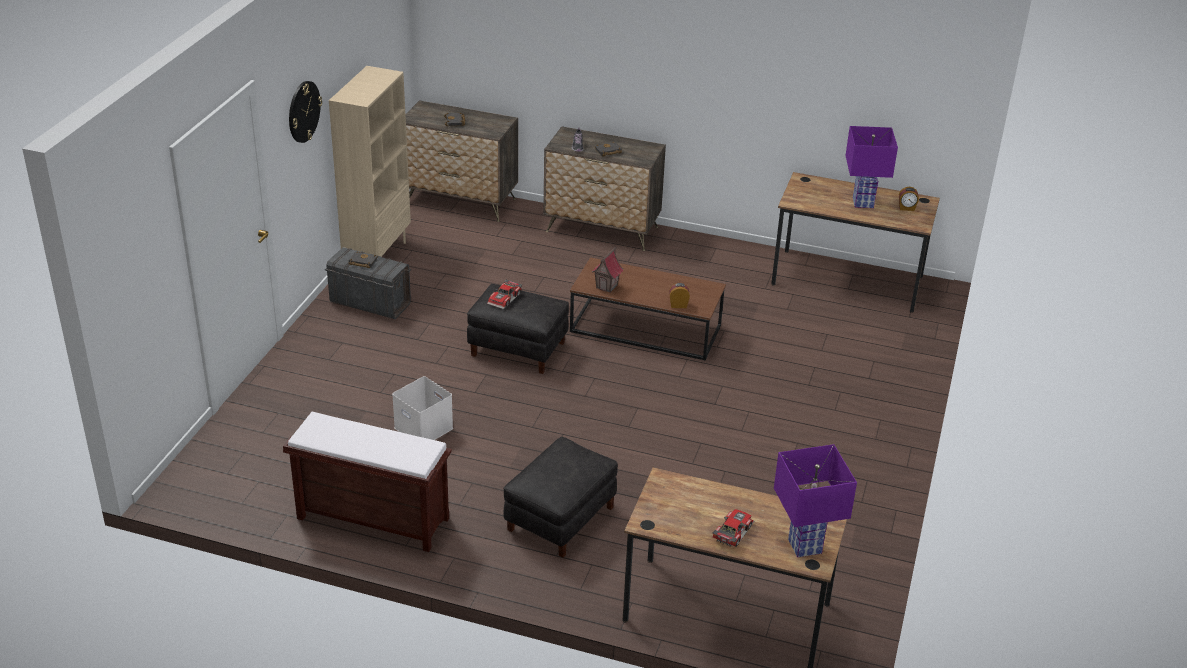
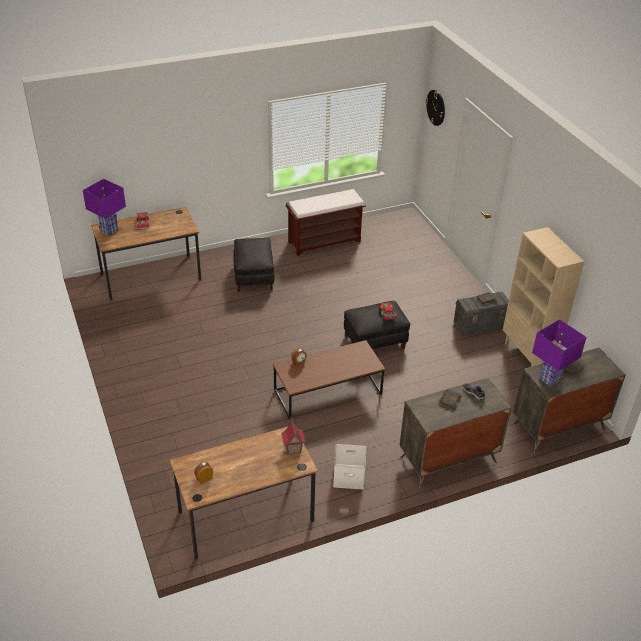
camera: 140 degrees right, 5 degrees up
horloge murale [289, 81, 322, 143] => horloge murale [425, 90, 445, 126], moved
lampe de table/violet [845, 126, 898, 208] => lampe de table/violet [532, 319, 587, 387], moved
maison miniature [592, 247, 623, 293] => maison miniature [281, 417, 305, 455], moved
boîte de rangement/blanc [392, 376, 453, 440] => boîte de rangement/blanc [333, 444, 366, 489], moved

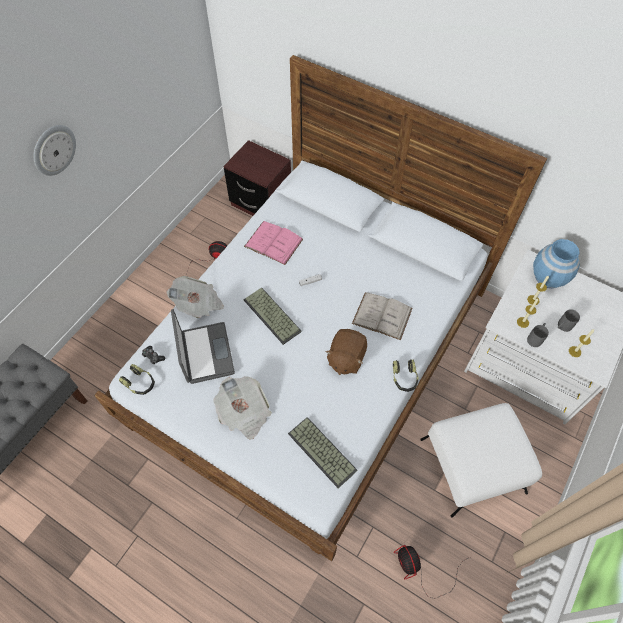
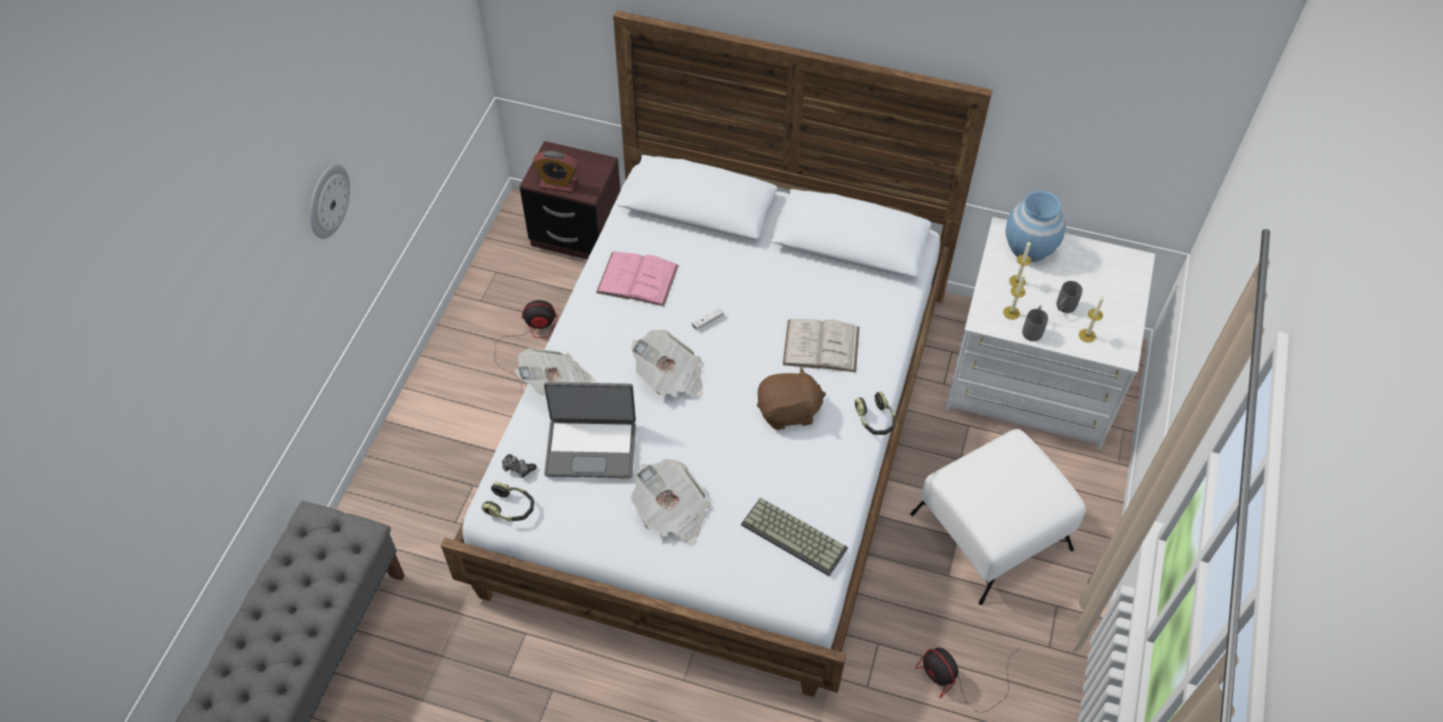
camera: 15 degrees left, 5 degrees down
clavier [244, 288, 302, 345] => journal [631, 330, 703, 397]
ordinateur portable [171, 309, 235, 384] => ordinateur portable [544, 382, 636, 478], 120 degrees clockwise
peluche/marron [326, 329, 367, 375] => peluche/marron [757, 365, 826, 430], 105 degrees counterclockwise
nothing => réveil [532, 151, 578, 193]

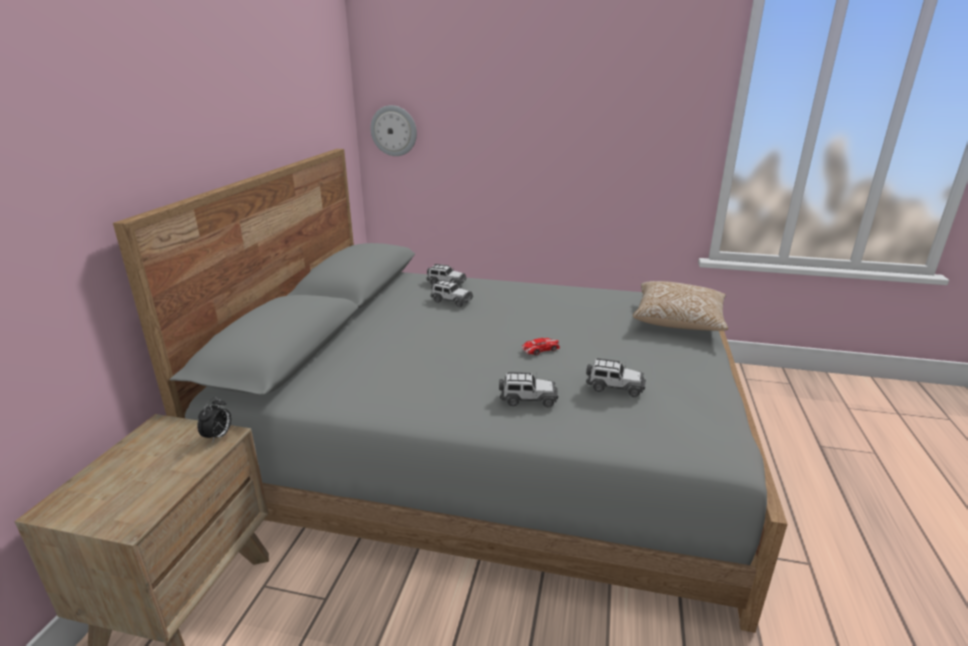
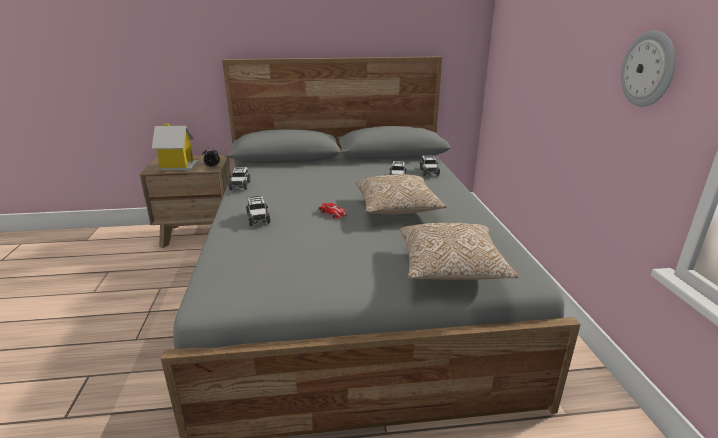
camera: 70 degrees right, 0 degrees up
horloge murale [370, 105, 417, 156] => horloge murale [621, 30, 676, 107], moved
petite voiture [586, 358, 646, 397] => petite voiture [228, 167, 250, 190], moved
nothing => maison miniature [152, 124, 199, 171]
nothing => coussin [356, 174, 447, 214]

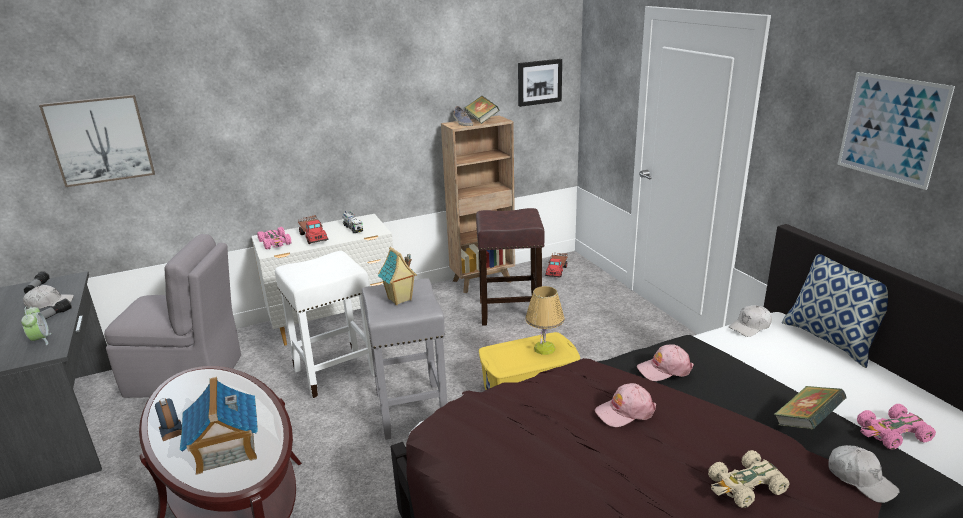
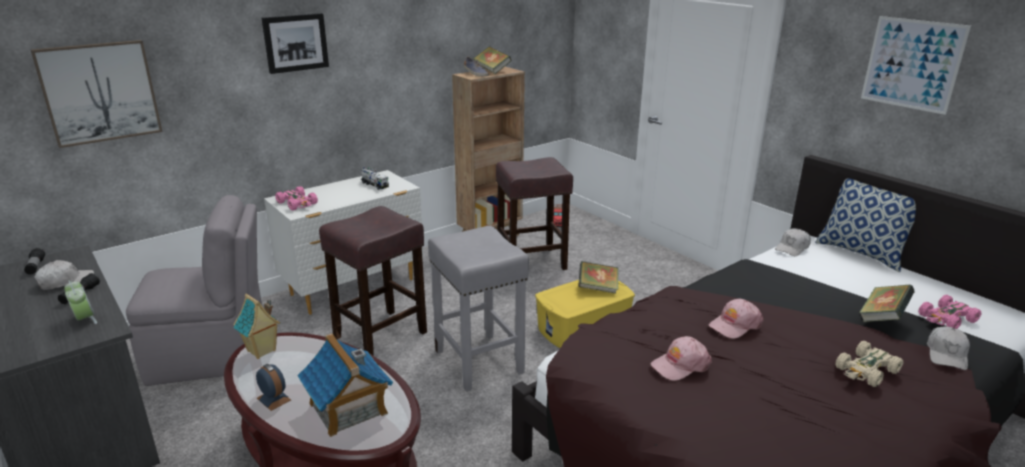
camera: 15 degrees left, 0 degrees up
tableau [518, 59, 562, 107] => tableau [262, 13, 329, 74], moved
camion jouet [298, 215, 329, 244] => nothing
maison miniature [378, 247, 417, 305] => maison miniature [233, 294, 280, 359], moved
tabouret/blanc [275, 251, 375, 398] => tabouret/marron [319, 206, 427, 356]
lampe de table [526, 286, 565, 355] => livre [578, 261, 618, 294]
casquette/rose [637, 344, 694, 381] => casquette/rose [650, 336, 711, 381], moved
casquette/blanc [829, 445, 899, 503] => casquette/blanc [927, 327, 970, 370], 75 degrees clockwise

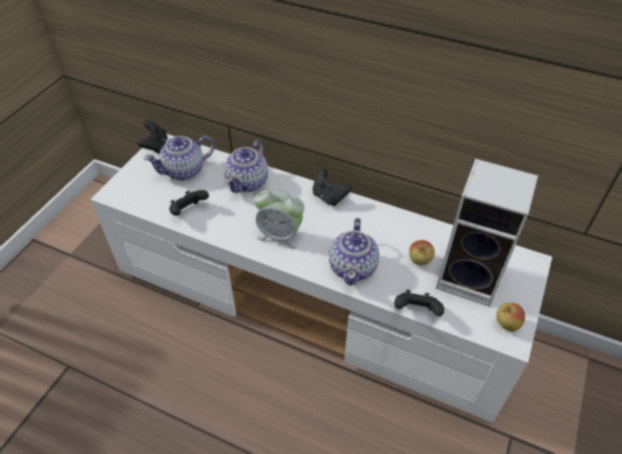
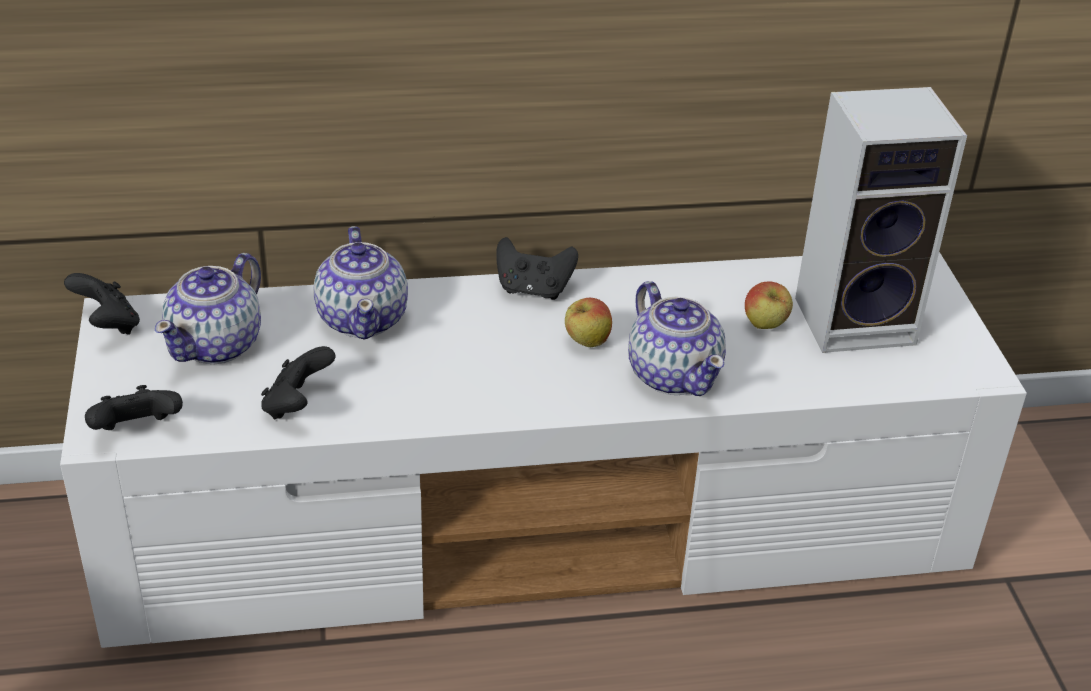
camera: 35 degrees left, 10 degrees down
réveil [254, 188, 304, 249] => nothing
manette/noir [394, 290, 444, 316] => manette/noir [85, 385, 183, 430], moved
pomme [496, 303, 525, 332] => pomme [565, 298, 612, 347], moved

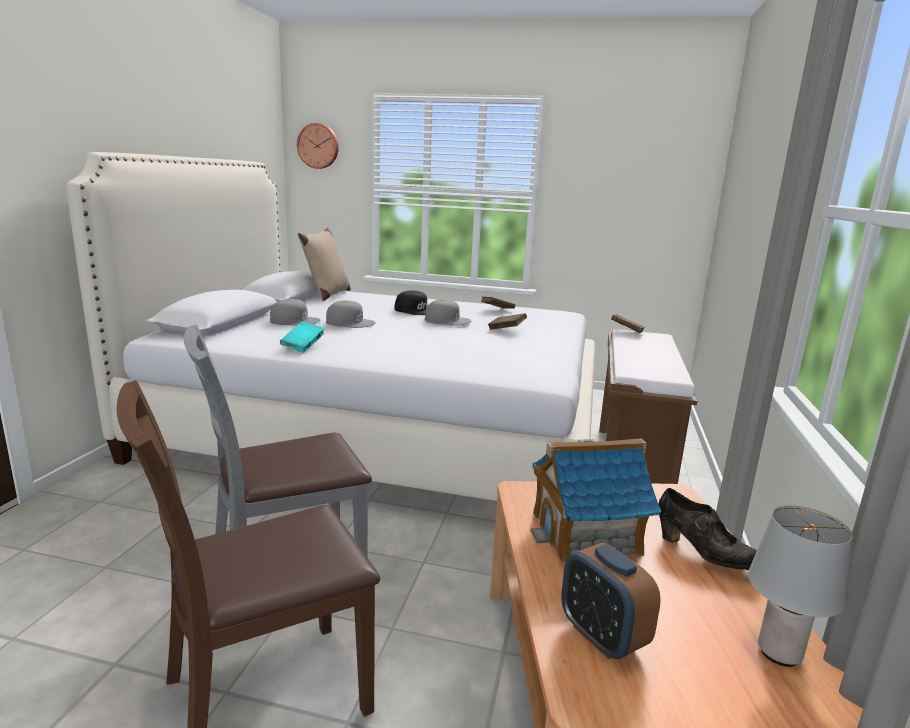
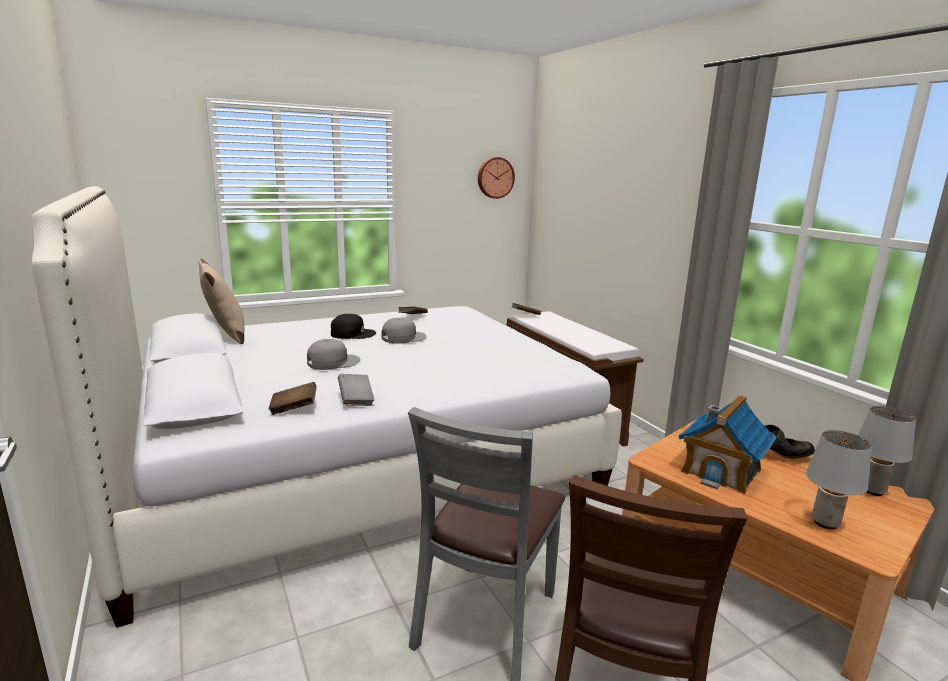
camera: 40 degrees left, 0 degrees up
horloge murale [297, 123, 339, 169] => horloge murale [478, 157, 515, 199], moved
casquette/gris [270, 299, 321, 326] => nothing
livre/marron [488, 313, 527, 330] => livre/marron [269, 382, 317, 415], moved
livre/turquoise [280, 321, 325, 352] => livre/gris [338, 374, 375, 406]
réveil [561, 543, 661, 659] => lampe de table/gris [806, 430, 872, 529]

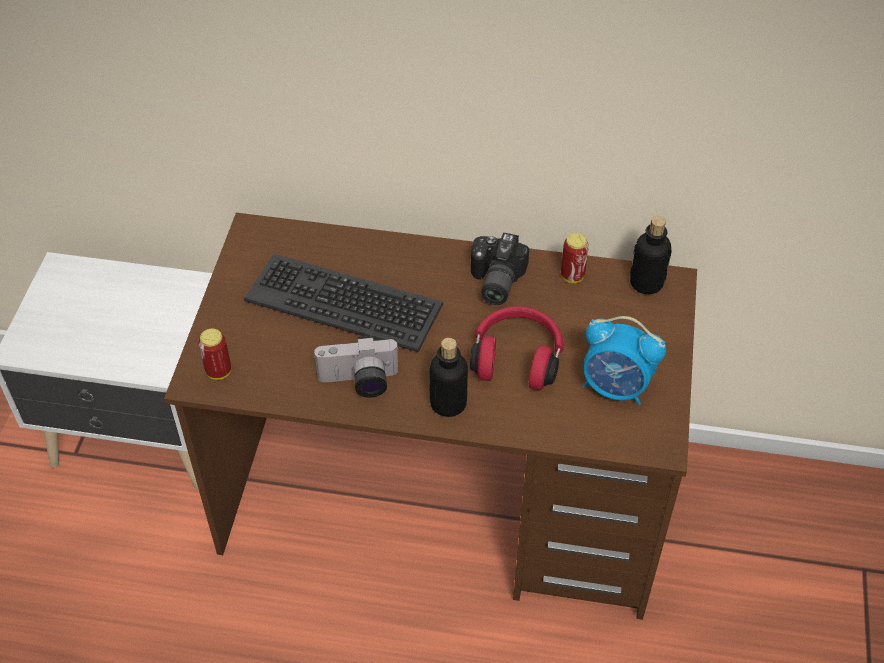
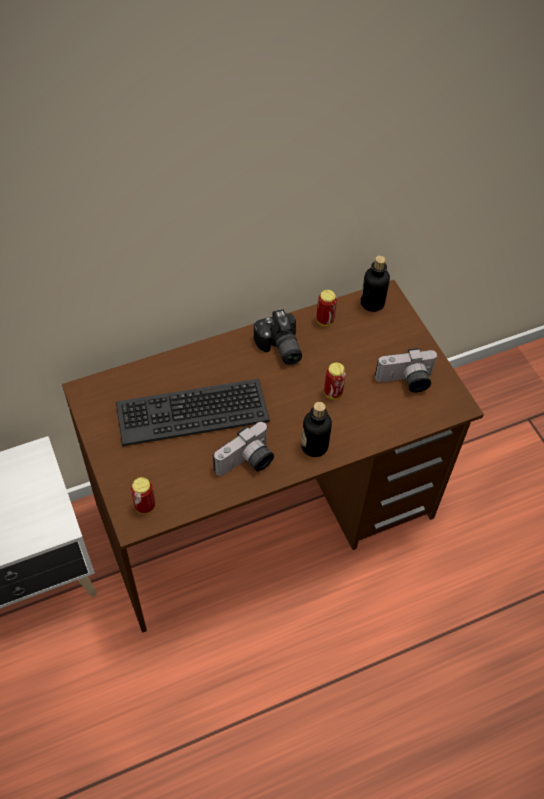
camera: 35 degrees left, 5 degrees up
casque audio/rouge [470, 306, 564, 390] => boîte métallique [324, 363, 346, 399]
réveil [582, 316, 666, 405] => appareil photo [375, 348, 438, 392]

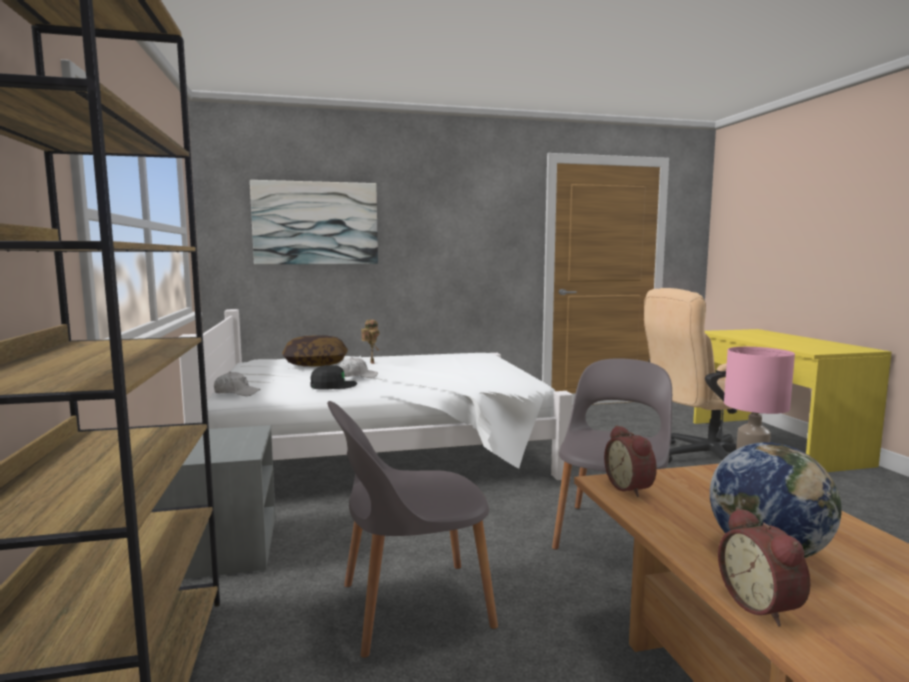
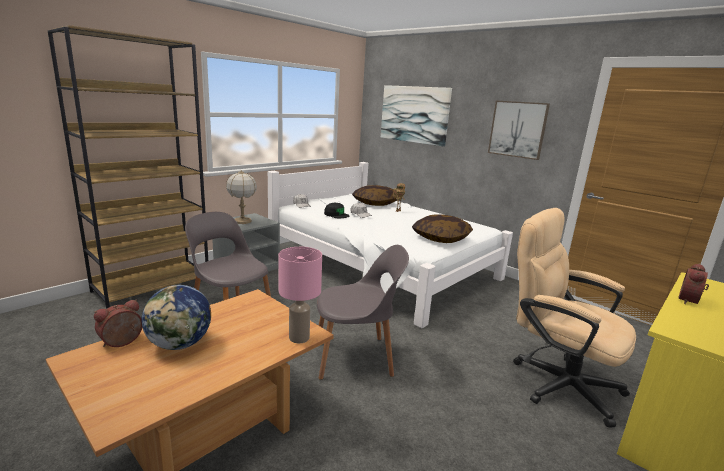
camera: 55 degrees right, 10 degrees up
réveil [604, 425, 657, 497] => réveil [678, 264, 709, 304], moved
nothing => tableau [488, 101, 550, 160]
nothing => lampe de table [226, 170, 257, 224]
nothing => coussin [412, 214, 473, 243]

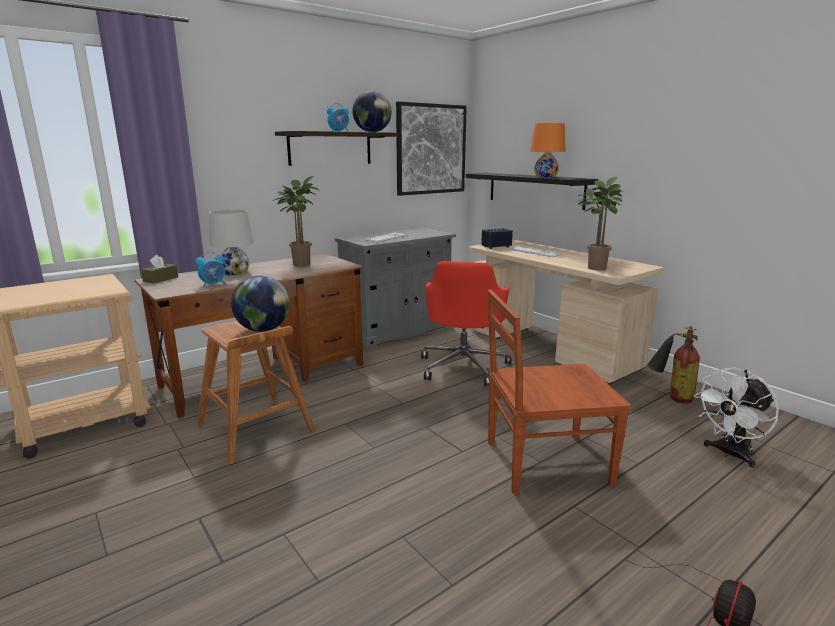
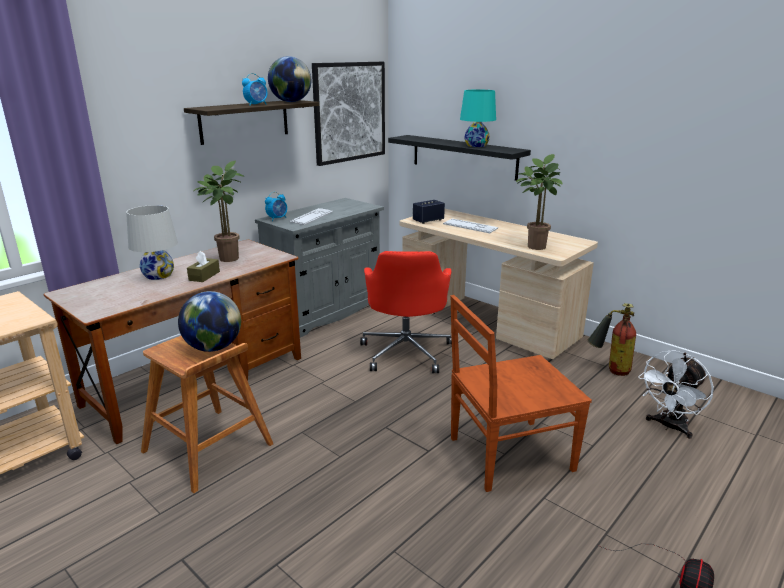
camera: 10 degrees left, 5 degrees up
lampe de table/orange [530, 123, 566, 177] => lampe de table/turquoise [460, 90, 496, 147]
réveil [195, 252, 225, 287] => réveil [265, 192, 287, 221], moved
boîte à mouchoirs/marron [141, 255, 178, 284] => boîte à mouchoirs/marron [187, 251, 220, 282], moved

